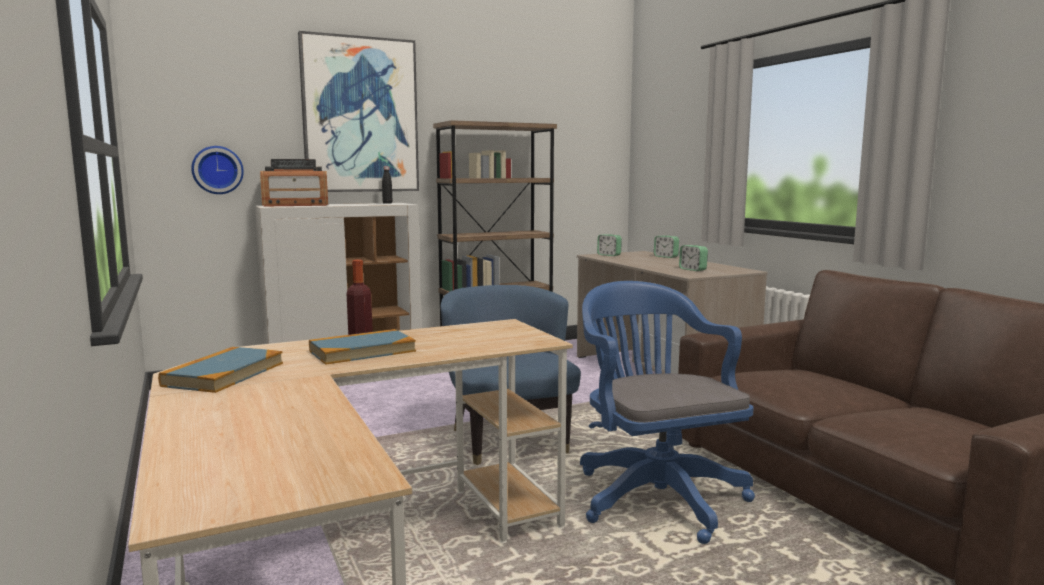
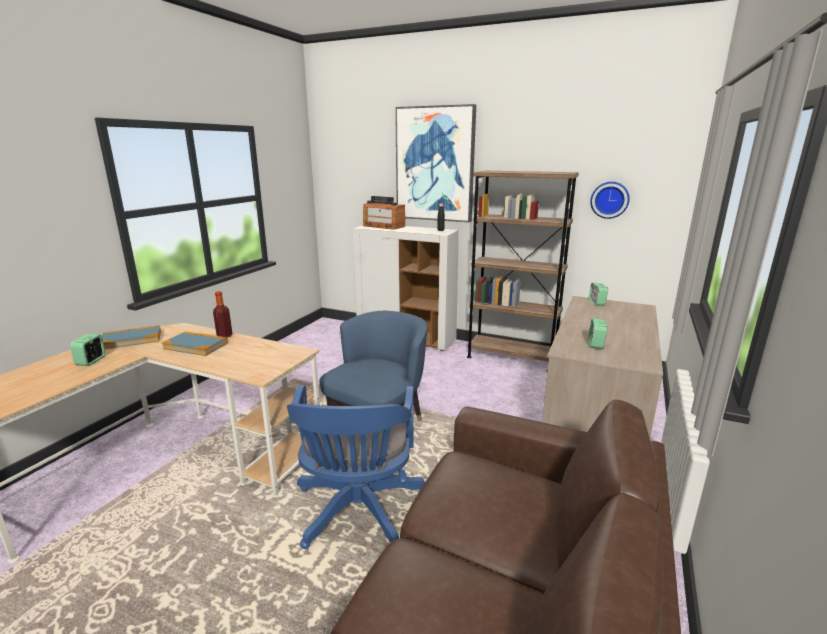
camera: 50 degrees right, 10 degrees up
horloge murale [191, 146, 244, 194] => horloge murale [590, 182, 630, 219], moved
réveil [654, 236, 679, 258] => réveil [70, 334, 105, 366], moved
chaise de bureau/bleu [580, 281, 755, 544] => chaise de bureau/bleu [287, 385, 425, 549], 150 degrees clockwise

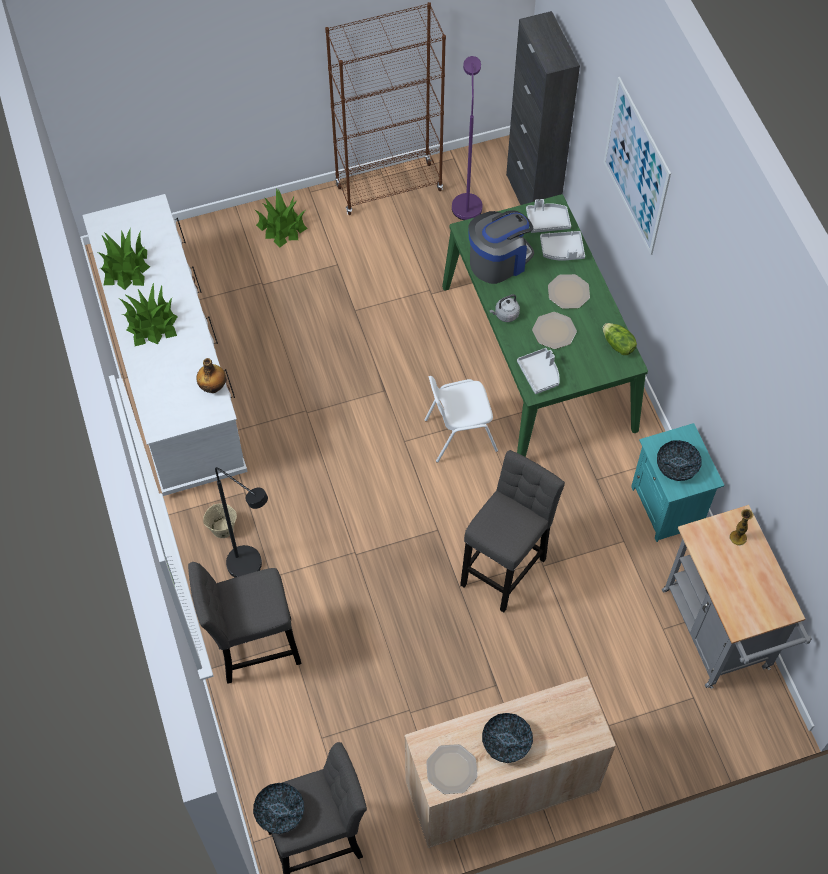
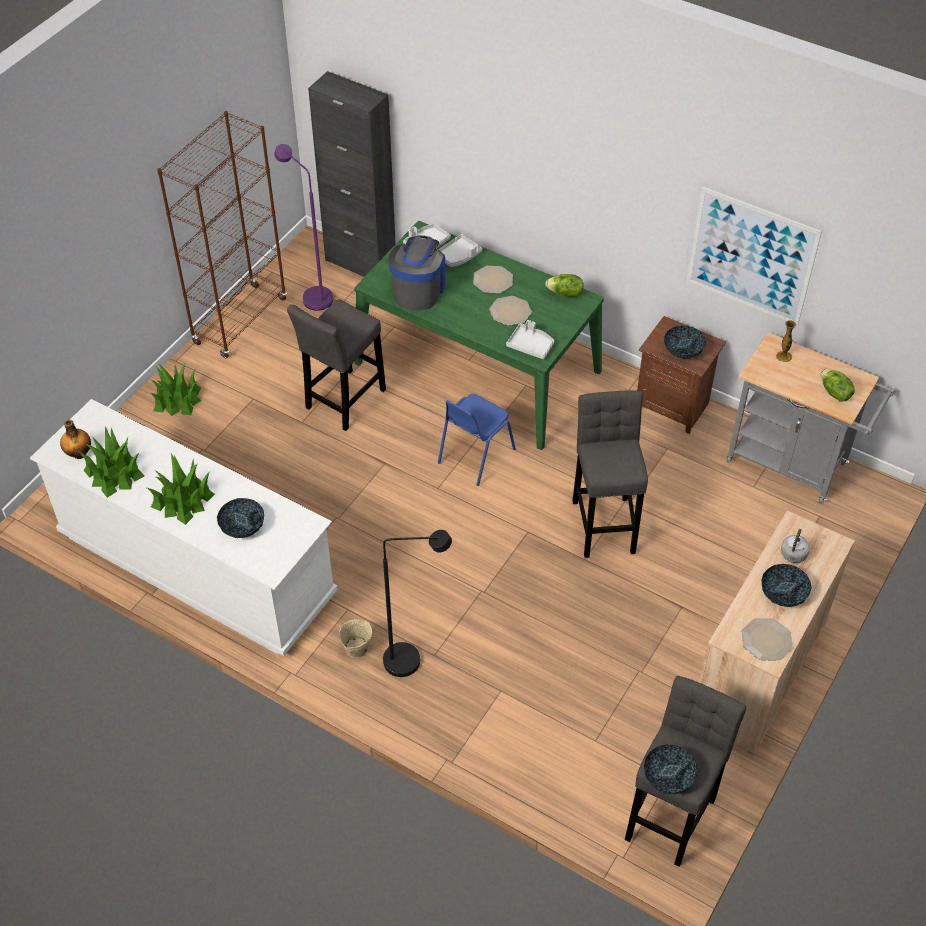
camera: 40 degrees left, 10 degrees down
tableau [604, 77, 671, 255] => tableau [687, 187, 822, 325], moved
bouilloire/gris [490, 294, 520, 322] => bouilloire/gris [781, 529, 810, 563], moved
bouteille [196, 358, 226, 393] => bouteille [60, 419, 91, 459], moved
chaise/blanc [425, 376, 498, 463] => chaise/bleu [438, 394, 516, 486]
table de chevet/turquoise [631, 423, 724, 542] => table de chevet/marron [637, 316, 726, 434]
tabouret/gris [188, 562, 302, 684] => tabouret/gris [287, 299, 386, 431], moved
nothing => laitue [820, 369, 855, 402]
nothing => bol [217, 498, 264, 538]

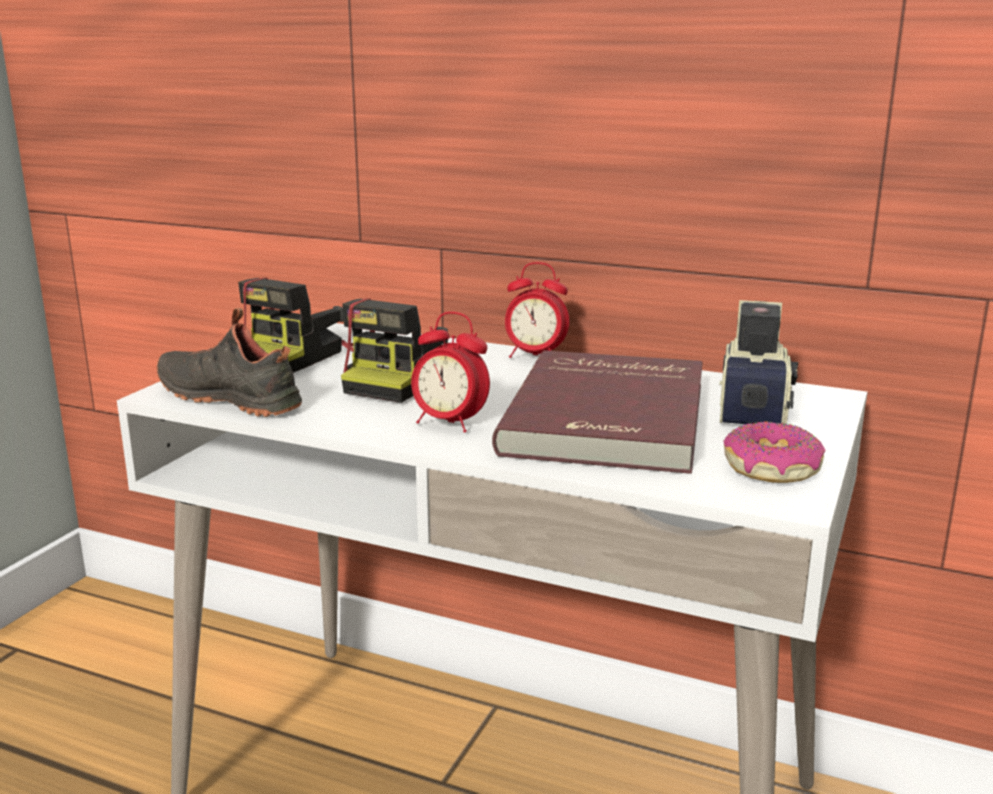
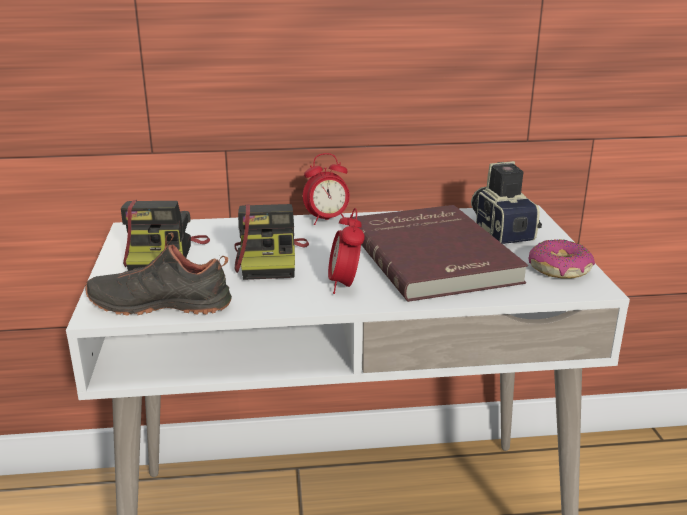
camera: 30 degrees left, 5 degrees up
réveil [411, 312, 490, 433] => réveil [328, 208, 365, 294], 90 degrees clockwise

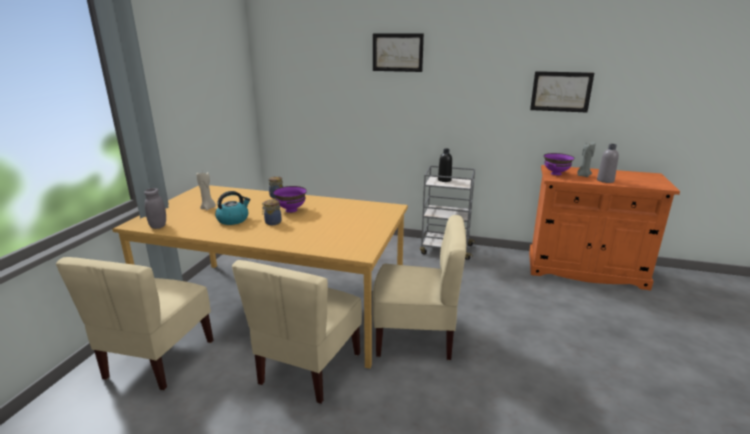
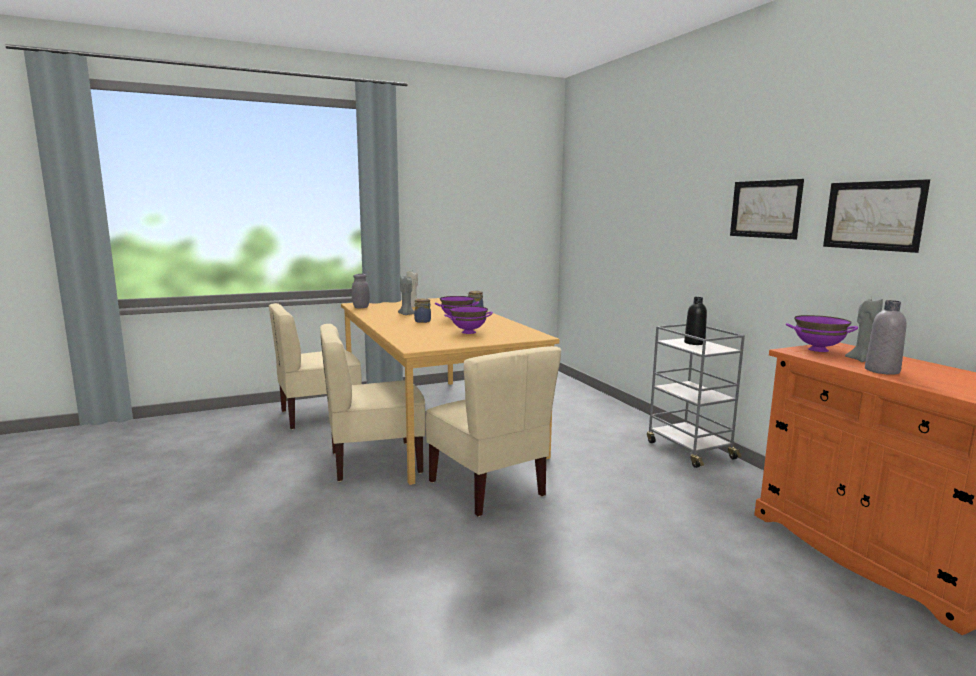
camera: 50 degrees right, 10 degrees down
tableau [373, 33, 424, 72] => tableau [730, 179, 804, 239], moved
bouilloire [215, 191, 250, 225] => bougie/gris [398, 275, 414, 315]
nothing => bol/violet [444, 306, 493, 334]

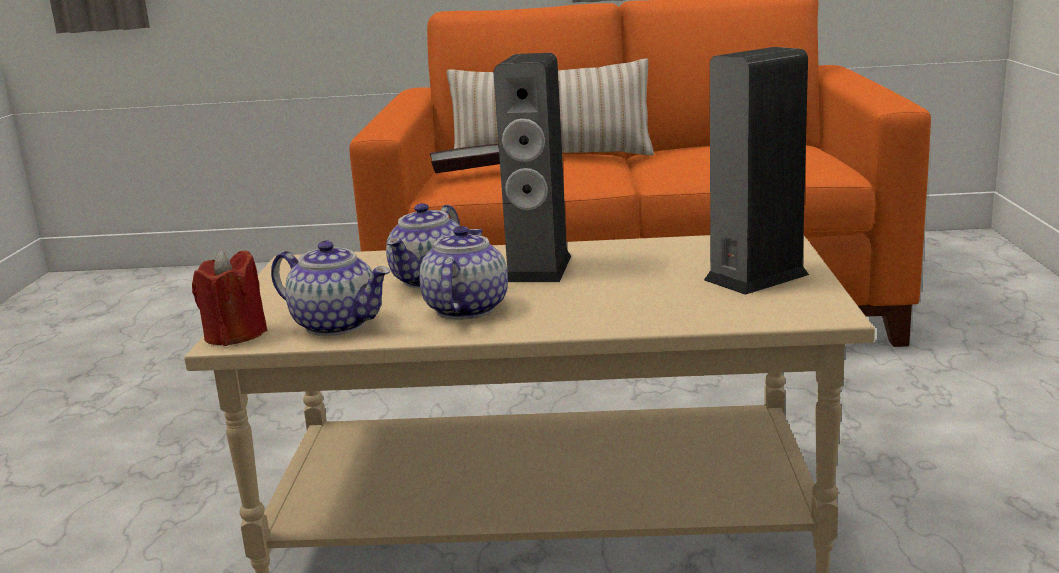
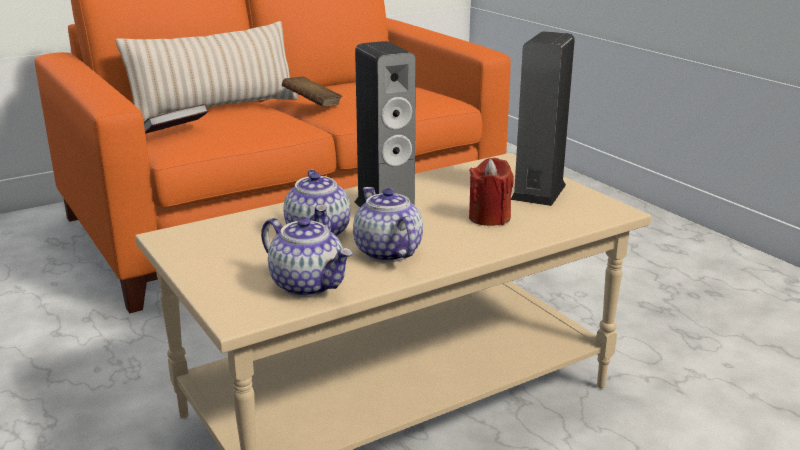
camera: 35 degrees left, 5 degrees up
théière [271, 240, 390, 336] => théière [261, 217, 353, 297], 45 degrees clockwise
bougie/rouge [192, 249, 267, 346] => bougie/rouge [469, 158, 514, 226], moved
nothing => livre/marron [282, 76, 342, 107]

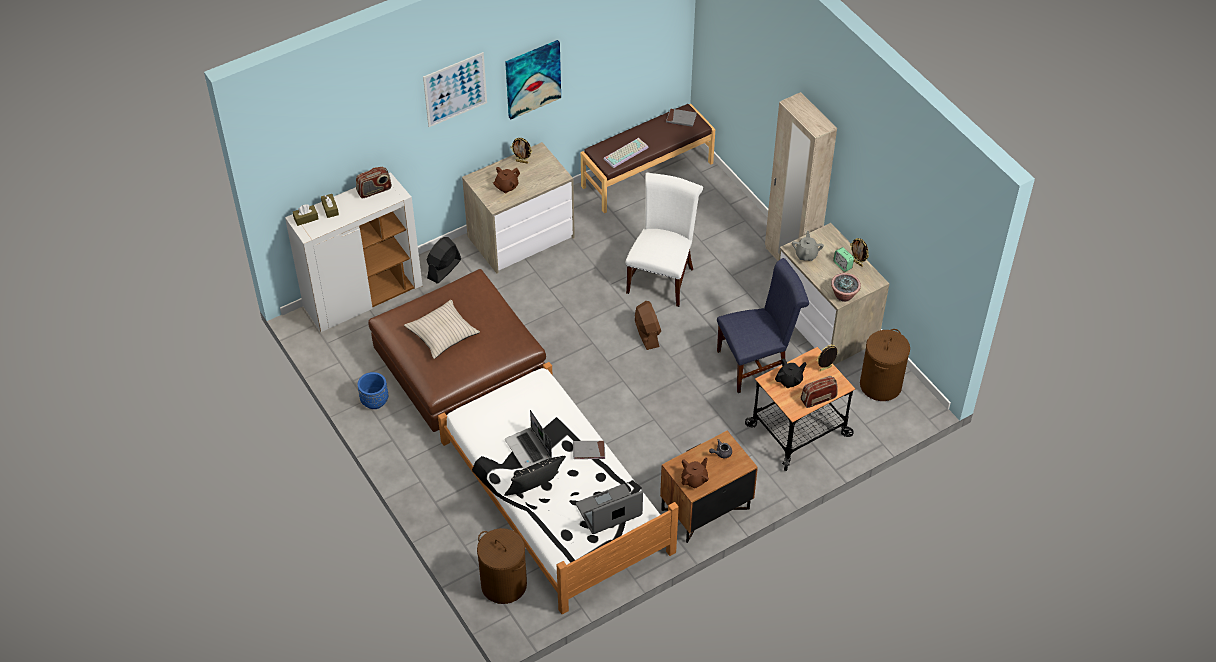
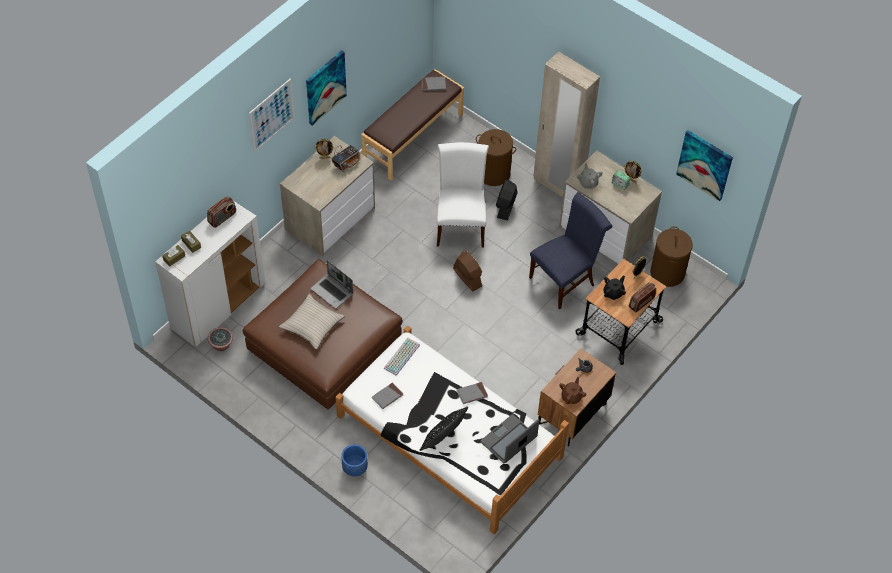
camera: 20 degrees left, 5 degrees up
clavier [604, 138, 649, 168] => clavier [384, 337, 420, 376], moved
théière/marron [493, 167, 520, 193] => nothing
ventilateur/noir [427, 237, 461, 284] => ventilateur/noir [496, 180, 517, 220], moved
plante en pot [831, 273, 861, 302] => plante en pot [208, 327, 233, 351], moved
cache-pot/bleu [358, 372, 388, 409] => cache-pot/bleu [341, 444, 368, 476], moved
ordinateur portable [505, 410, 552, 469] => ordinateur portable [311, 260, 353, 309], moved
panier à linge/marron [477, 528, 527, 604] => panier à linge/marron [476, 129, 516, 186], moved
nothing => tableau [676, 130, 733, 201]
nothing => radio [331, 145, 360, 172]
nothing => livre/gris [372, 382, 404, 409]

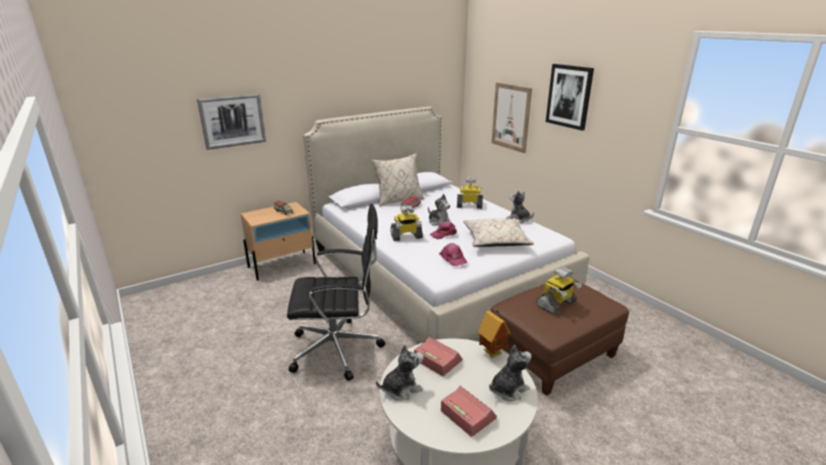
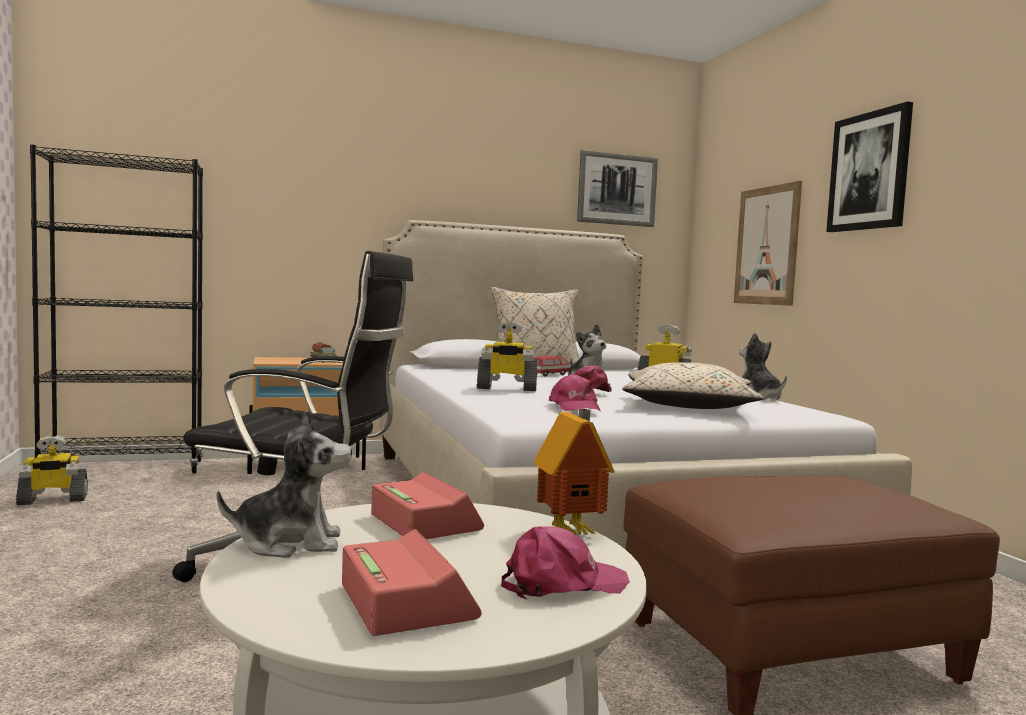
camera: 15 degrees right, 20 degrees down
tableau [197, 94, 266, 150] => tableau [577, 150, 658, 227], moved
robot jouet [536, 267, 582, 314] => robot jouet [16, 435, 88, 505], moved
peluche [489, 345, 532, 401] => casquette/rose [501, 526, 630, 599]
nothing => bibliothèque/noir [30, 145, 203, 473]

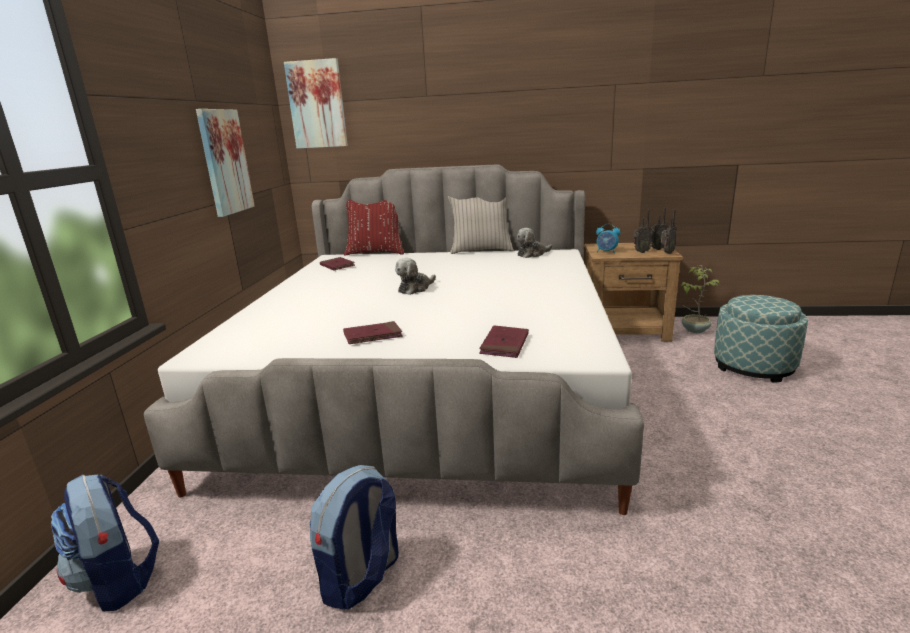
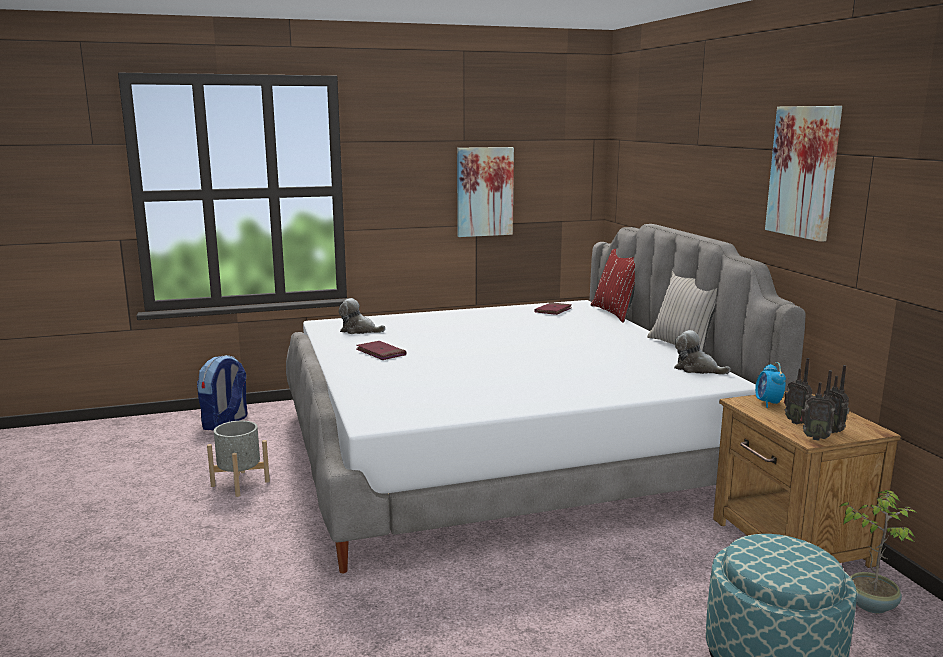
camera: 65 degrees right, 5 degrees down
tableau [284, 58, 348, 149] => tableau [765, 106, 842, 242], moved
peluche [395, 258, 436, 295] => peluche [339, 298, 385, 334], moved
livre/rouge [479, 325, 529, 358] => nothing
sac à dos [310, 465, 399, 610] => cache-pot/gris [207, 421, 270, 497]

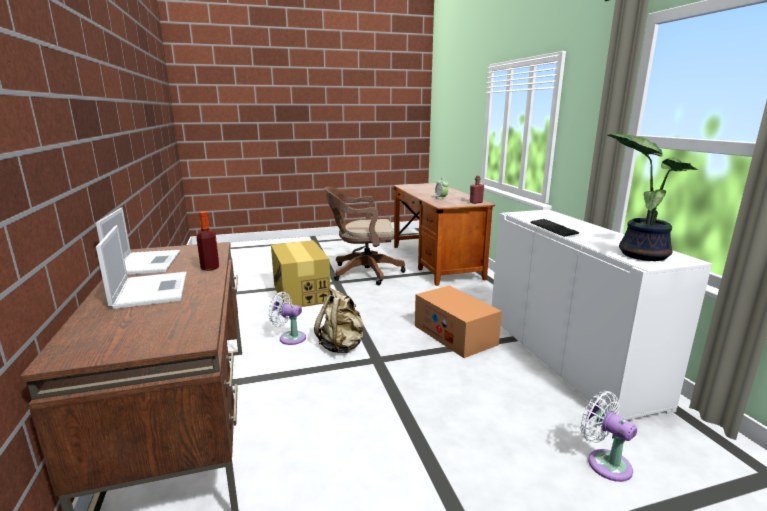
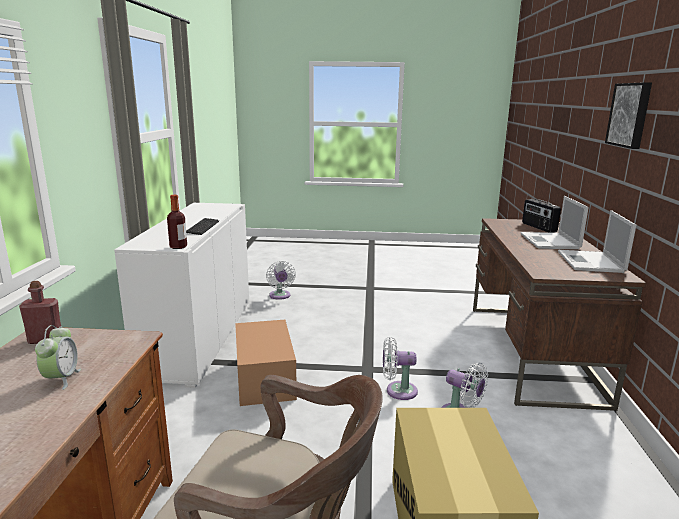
camera: 160 degrees left, 0 degrees up
plante en pot [607, 133, 698, 261] => nothing
bouteille [197, 211, 219, 271] => bouteille [167, 195, 187, 249], moved
sac à dos/beige [314, 288, 364, 353] => ventilateur/blanc [383, 337, 418, 400]
nothing => tableau [605, 82, 652, 149]
nothing => radio [522, 199, 561, 233]

